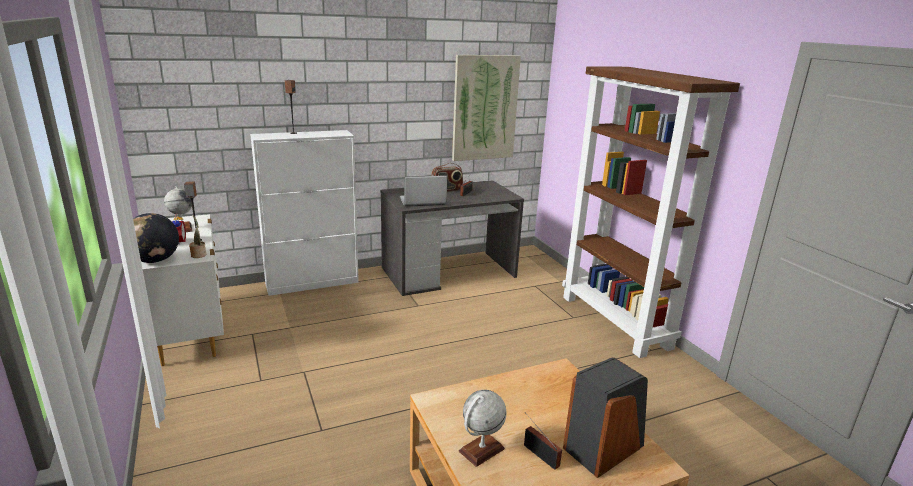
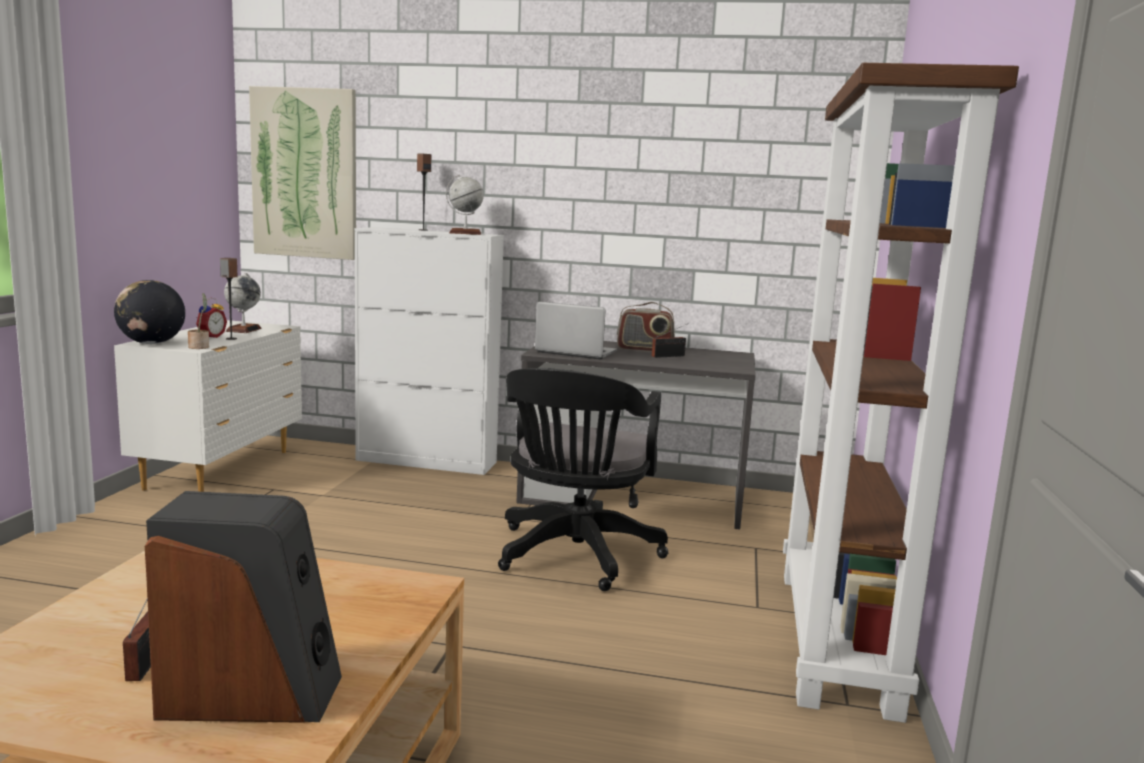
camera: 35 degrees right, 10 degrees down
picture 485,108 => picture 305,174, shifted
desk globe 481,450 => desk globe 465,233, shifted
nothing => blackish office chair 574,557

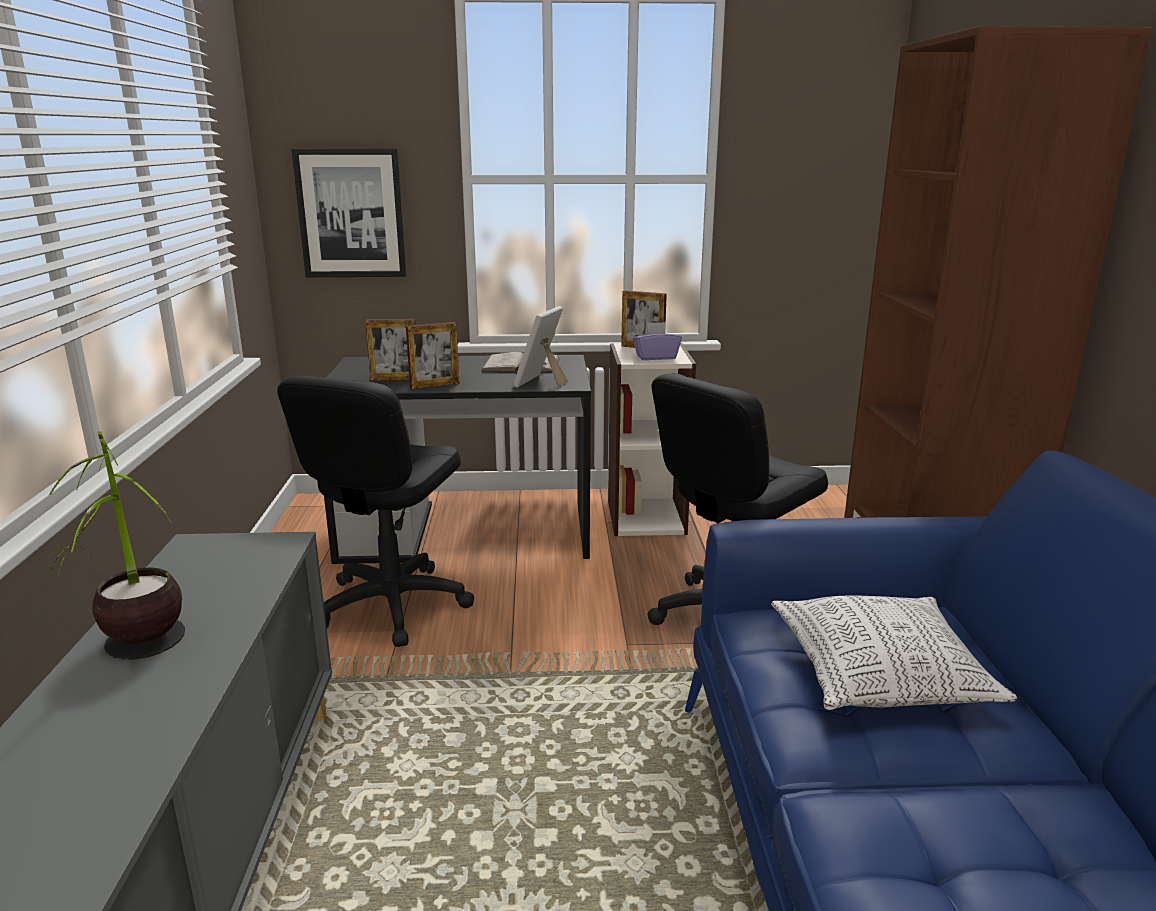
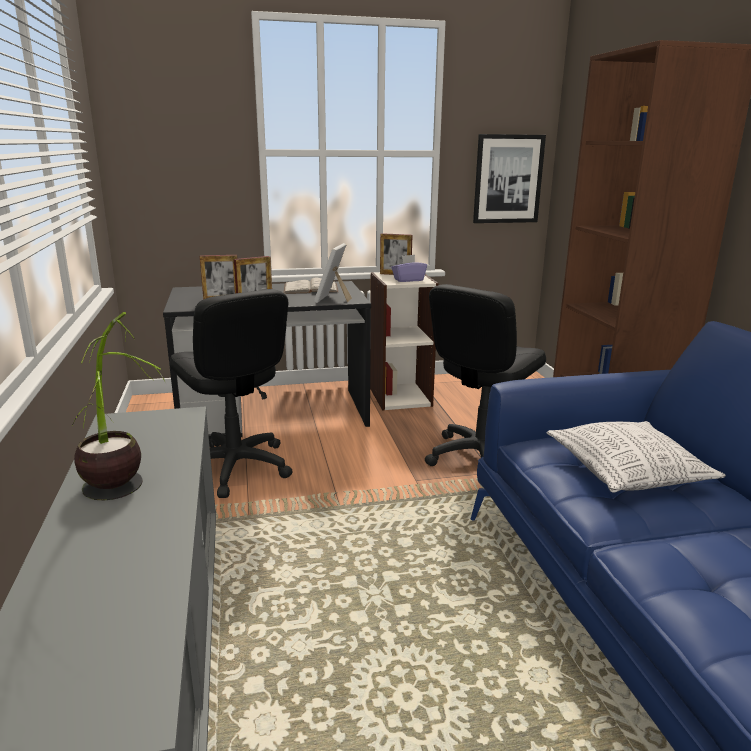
camera: 10 degrees left, 0 degrees up
picture 351,213 => picture 508,179, shifted
blackish office chair 391,605 => blackish office chair 235,467, 45 degrees counterclockwise

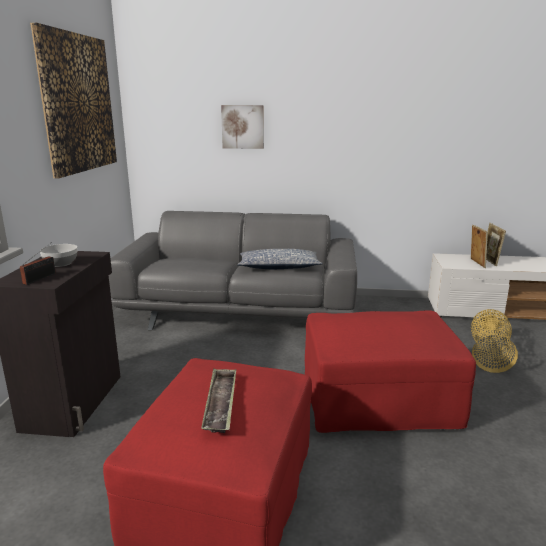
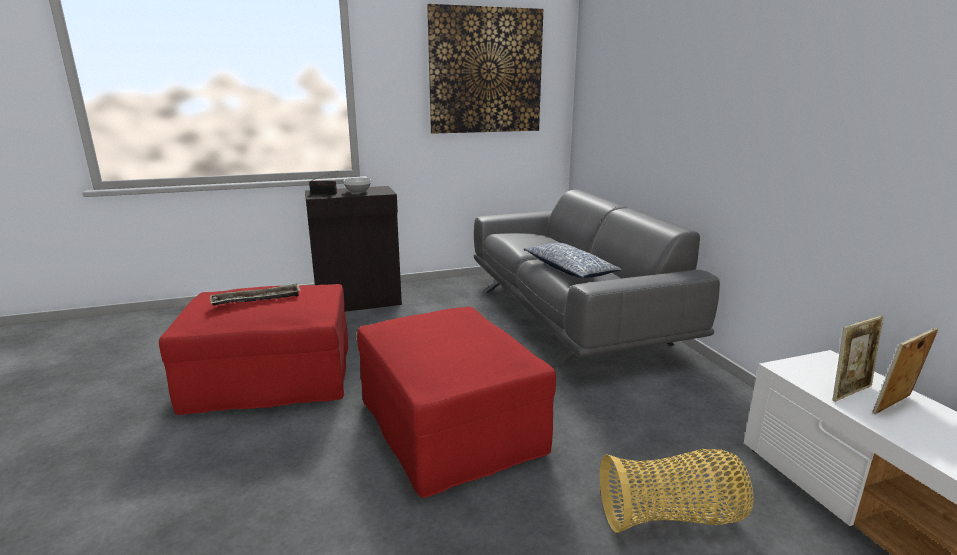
camera: 65 degrees right, 0 degrees up
picture 243,127 => nothing

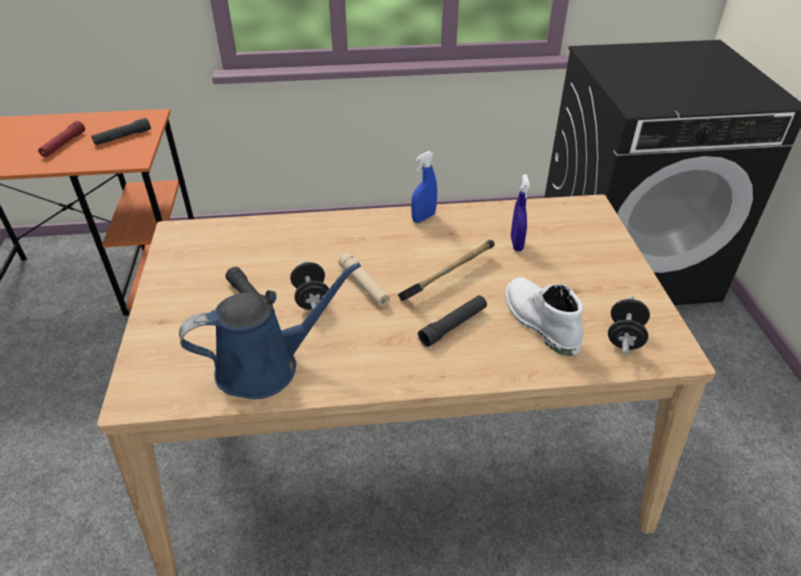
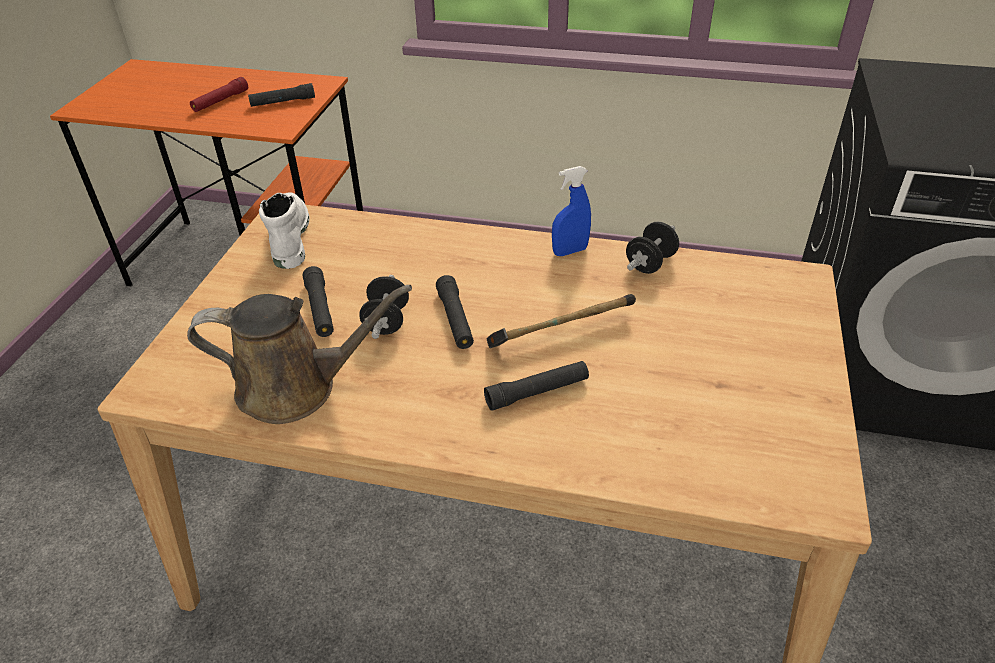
camera: 20 degrees right, 0 degrees up
blue-coloured sprayer 516,243 => nothing
beige-coloured torch 364,286 => blackish torch 455,319
blue-coloured watering can 265,366 => brownish watering can 296,388
whitish high-top boot 539,322 => whitish high-top boot 288,238, shifted
blackish dumbbell 624,337 => blackish dumbbell 650,263, shifted

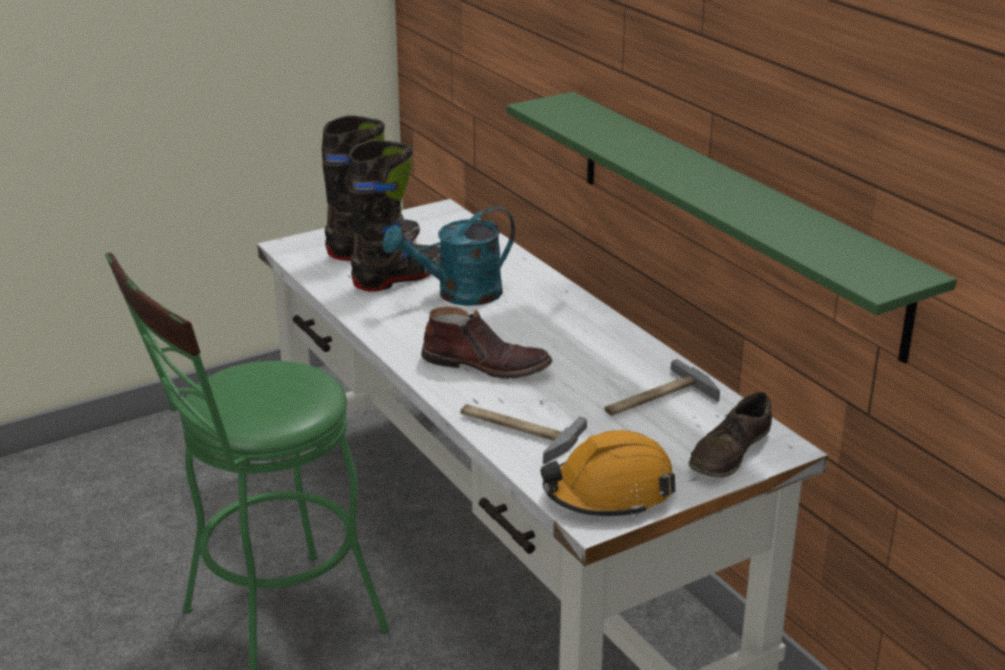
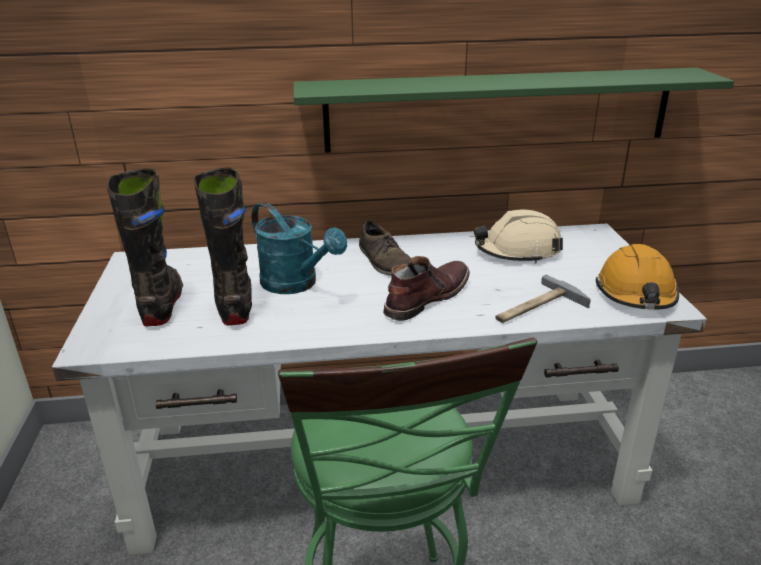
camera: 65 degrees left, 0 degrees up
blue-green watering can 458,294 => blue-green watering can 296,284, 45 degrees counterclockwise
hammer 657,399 => beige-coloured hard hat 518,251
brownish item of footwear 729,452 => brownish item of footwear 386,262, shifted

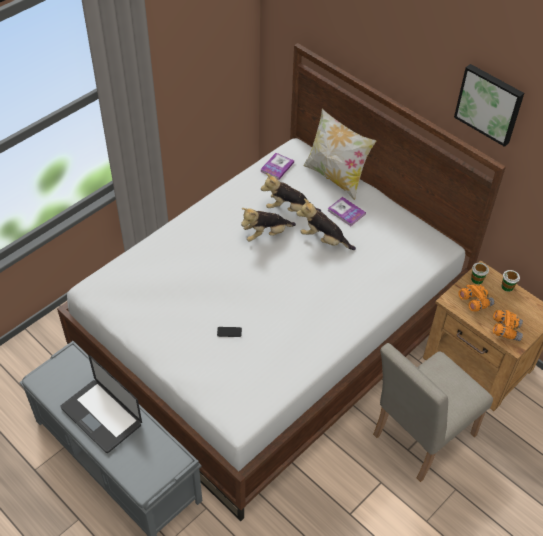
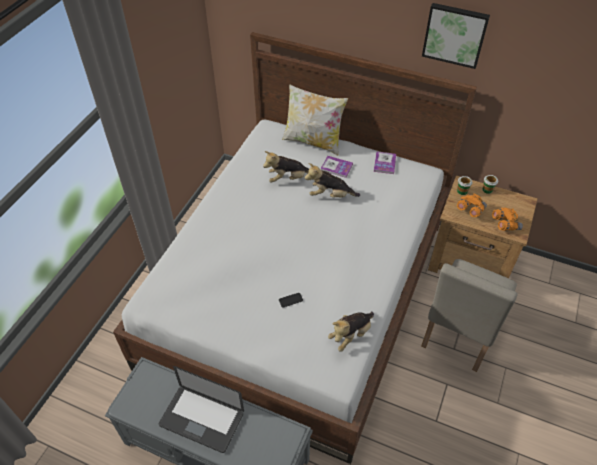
camera: 20 degrees left, 0 degrees up
book 277,167 => book 384,163, shifted
plush toy 266,234 => plush toy 351,335, shifted

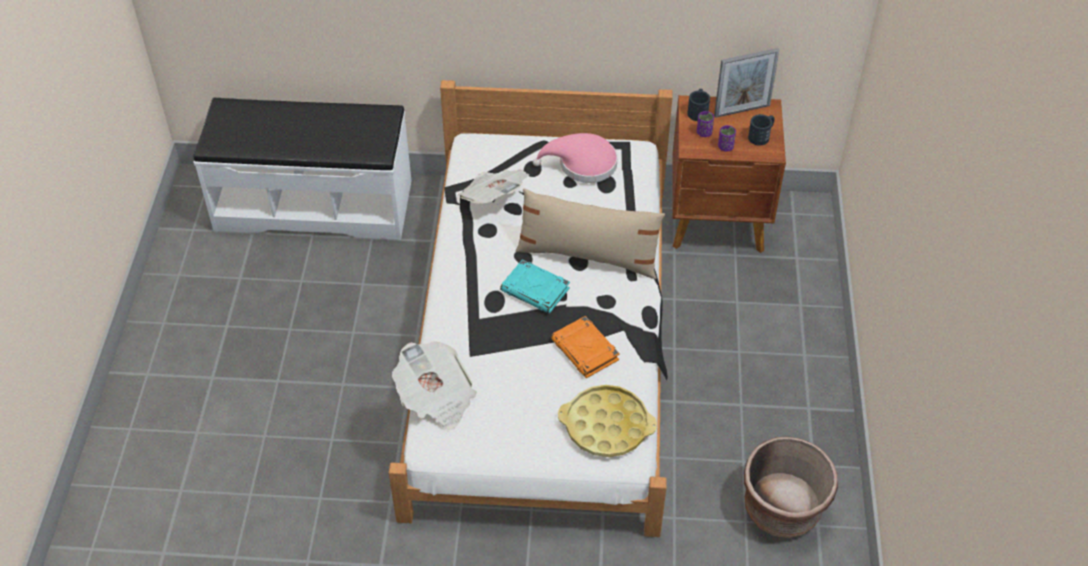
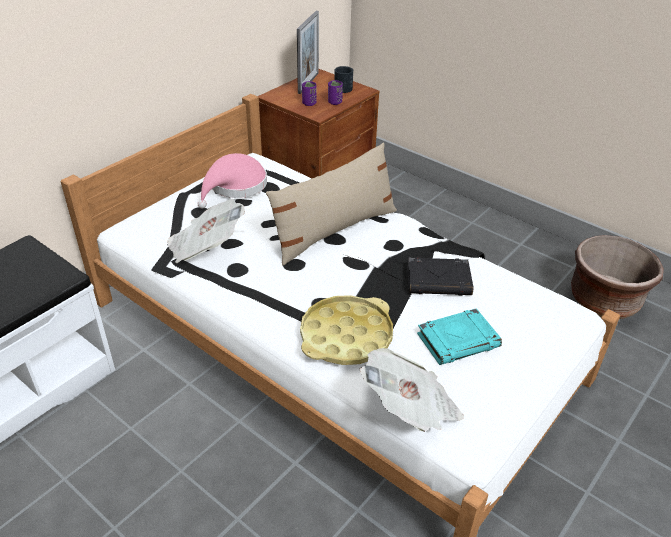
camera: 55 degrees left, 10 degrees down
blackish coffee mug 698,111 => nothing
blue-green book 536,290 => blue-green book 458,340, shifted
orange-coloured book 585,350 => blackish book 439,281
yellow tray 606,426 => yellow tray 346,336, shifted

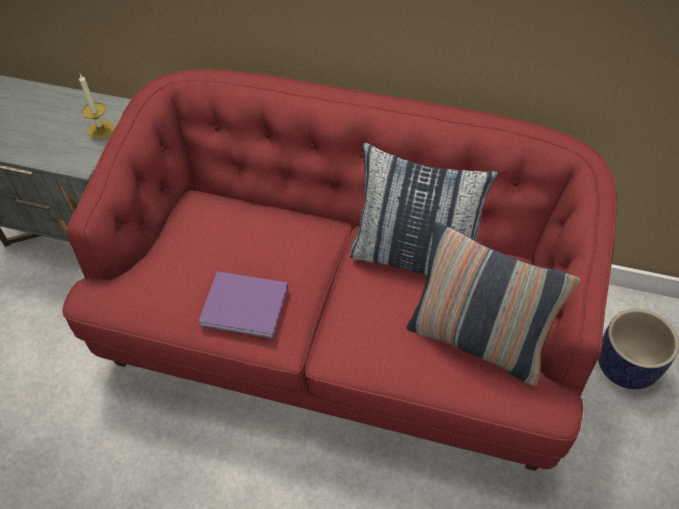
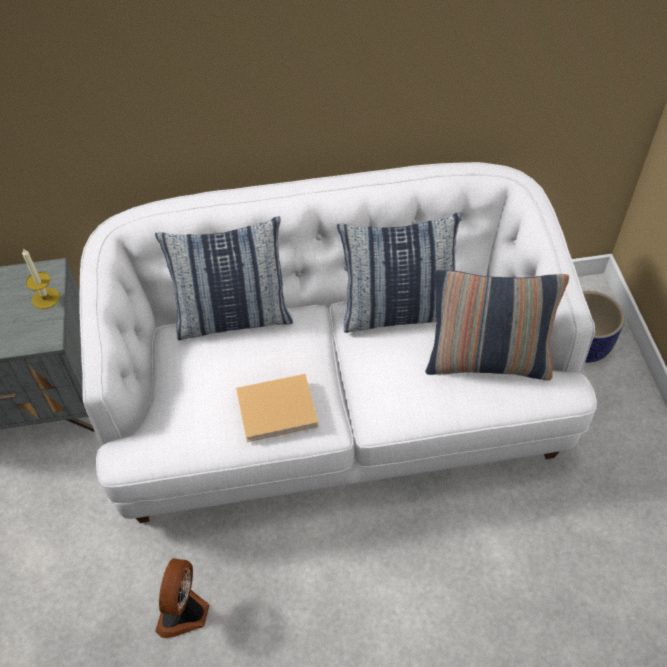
camera: 25 degrees left, 0 degrees up
red couch 342,332 => whitish couch 336,409
purple-coloured book 247,307 => beige-coloured book 279,409
nothing => throw pillow 233,318
nothing => cooling fan 184,612

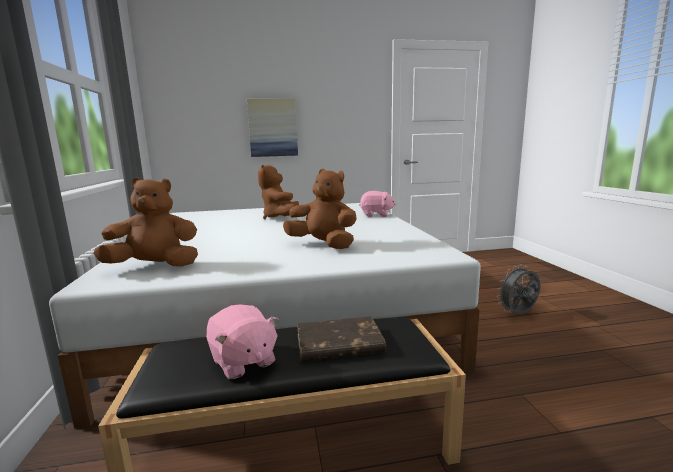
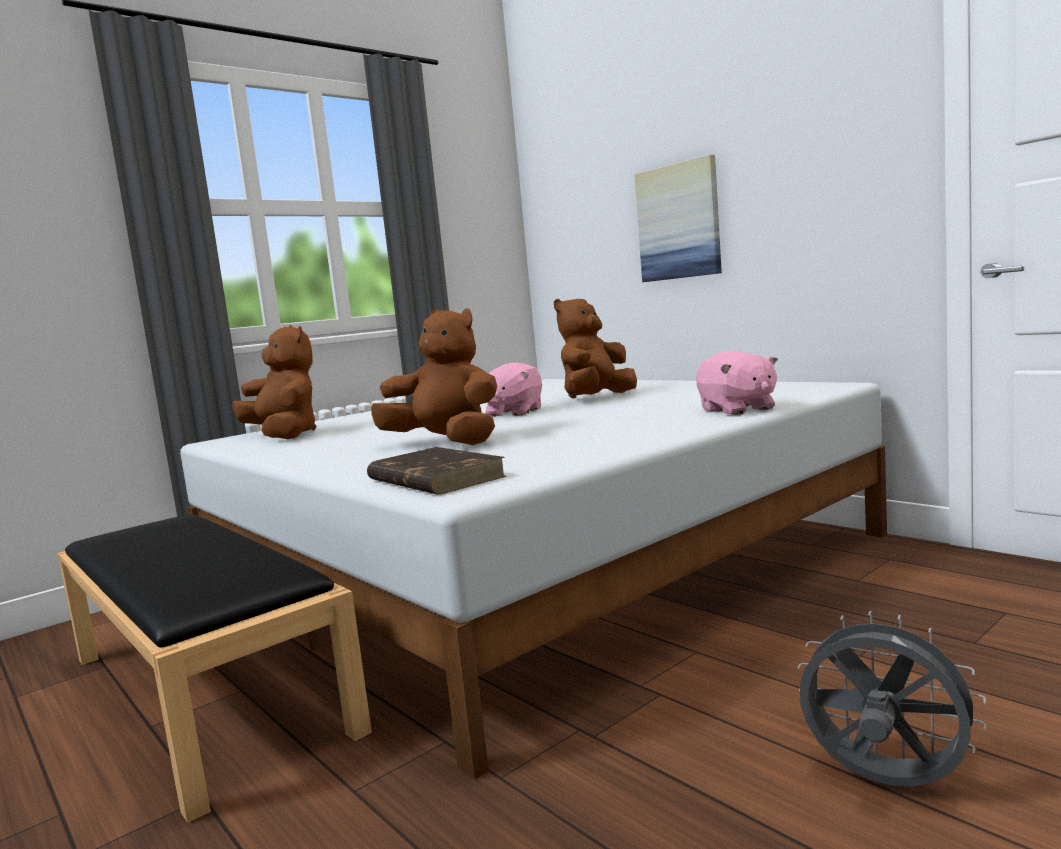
camera: 60 degrees right, 5 degrees down
brownish plush toy 323,245 => brownish plush toy 445,443, 60 degrees counterclockwise
pinkish plush toy 243,361 => pinkish plush toy 513,412, shifted
brownish book 338,344 => brownish book 434,478, shifted

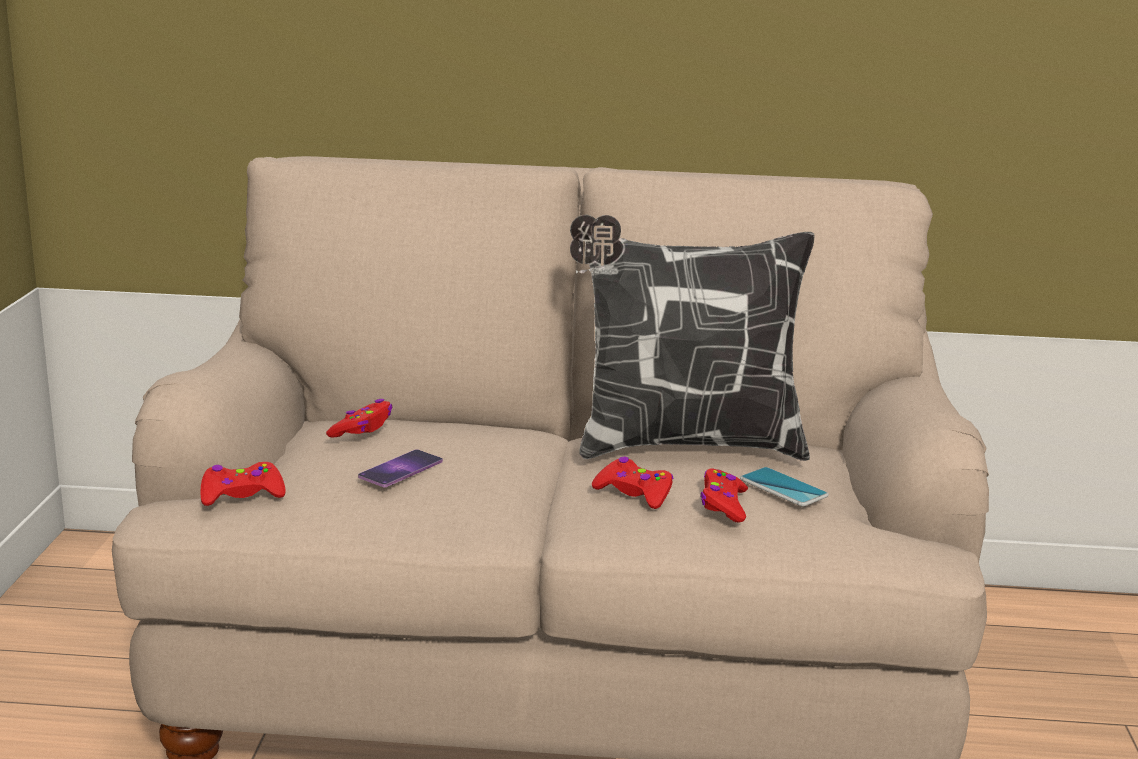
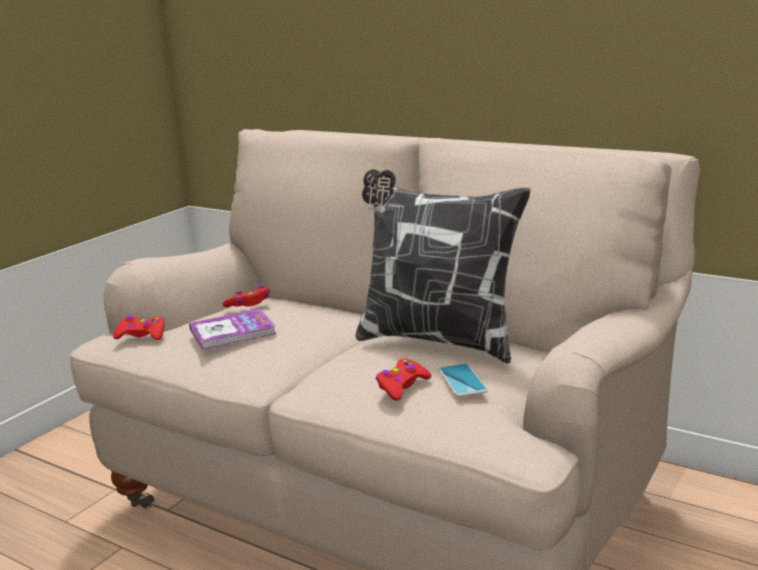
camera: 30 degrees right, 0 degrees up
telephone 400,469 => book 232,331
red gamepad 634,493 => nothing

